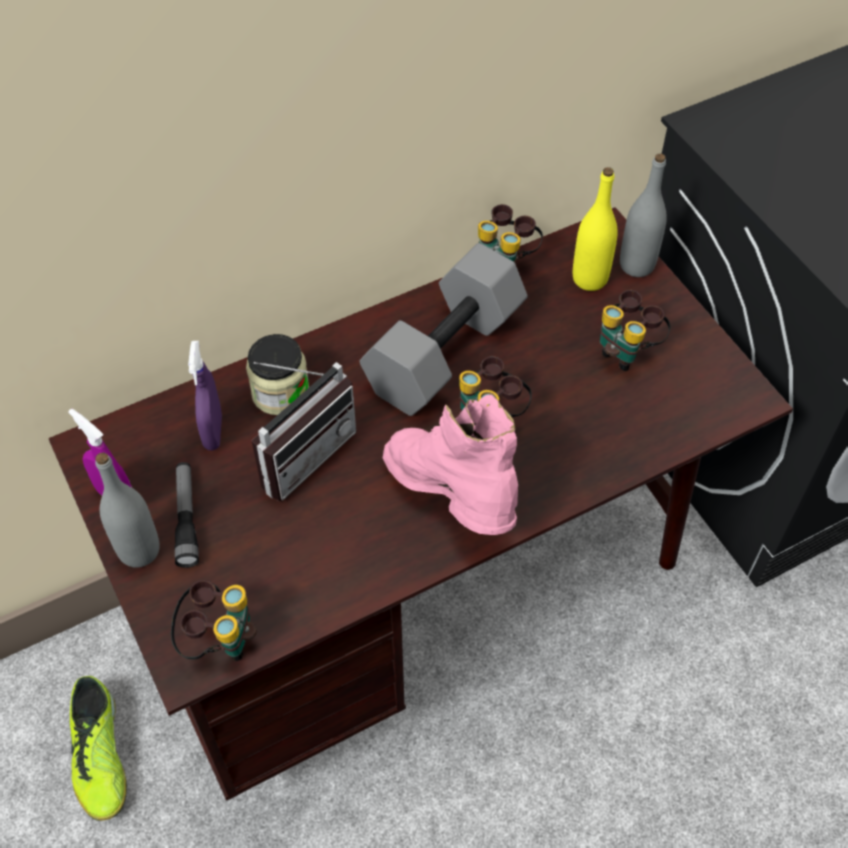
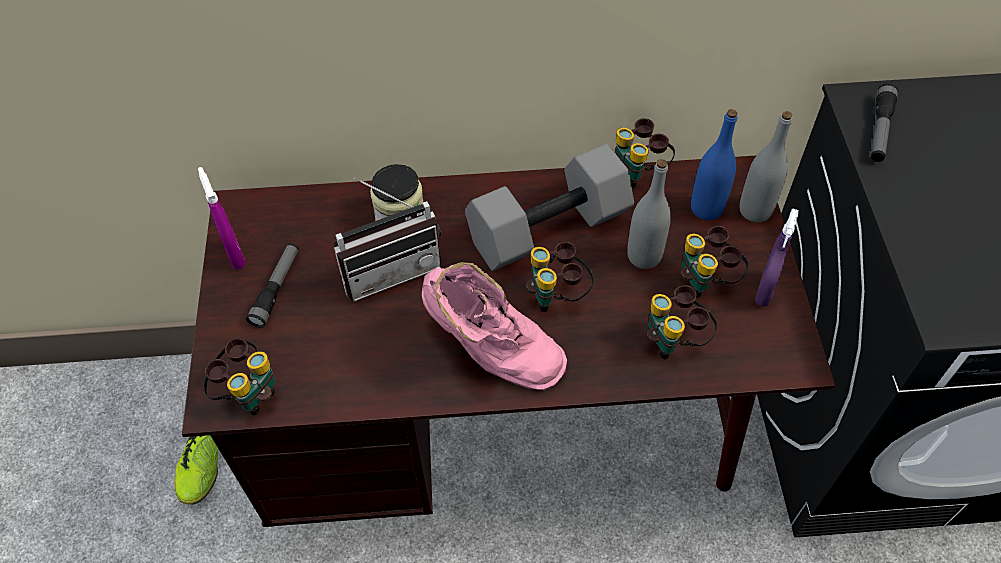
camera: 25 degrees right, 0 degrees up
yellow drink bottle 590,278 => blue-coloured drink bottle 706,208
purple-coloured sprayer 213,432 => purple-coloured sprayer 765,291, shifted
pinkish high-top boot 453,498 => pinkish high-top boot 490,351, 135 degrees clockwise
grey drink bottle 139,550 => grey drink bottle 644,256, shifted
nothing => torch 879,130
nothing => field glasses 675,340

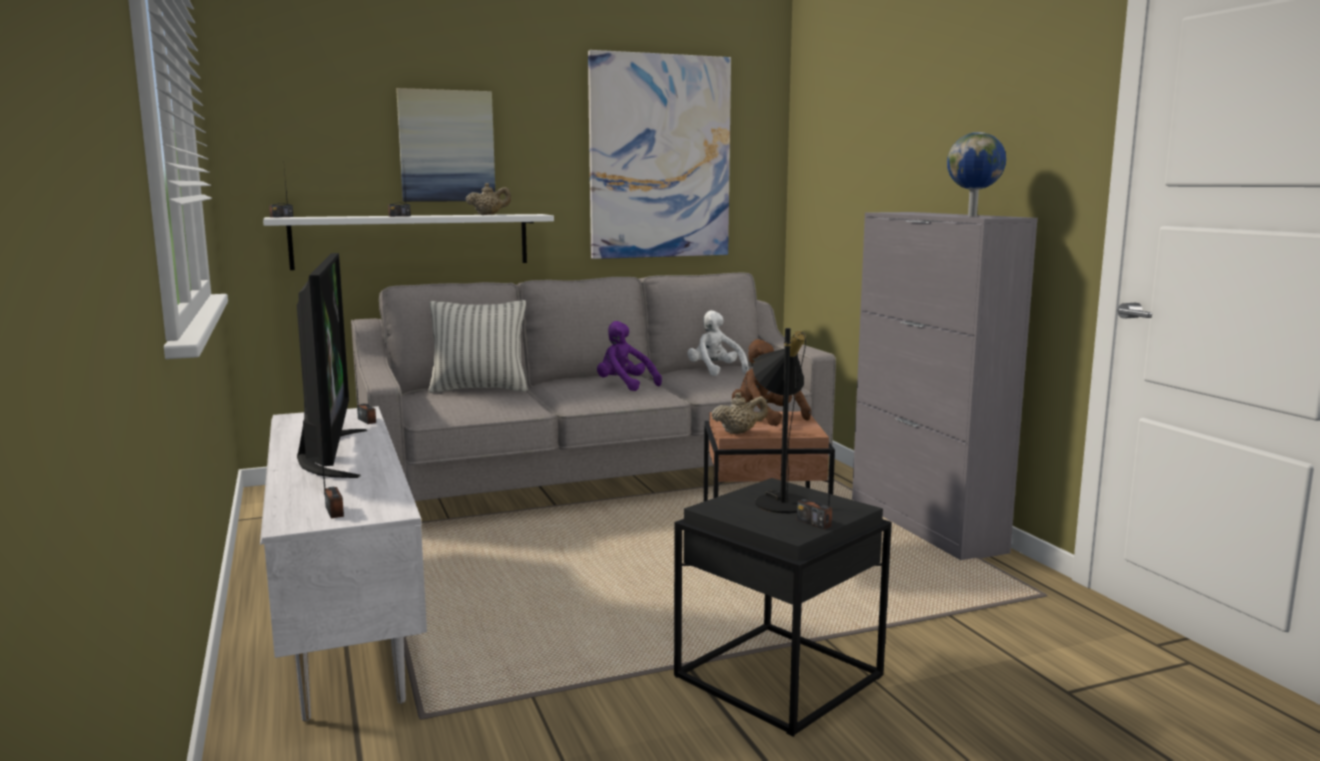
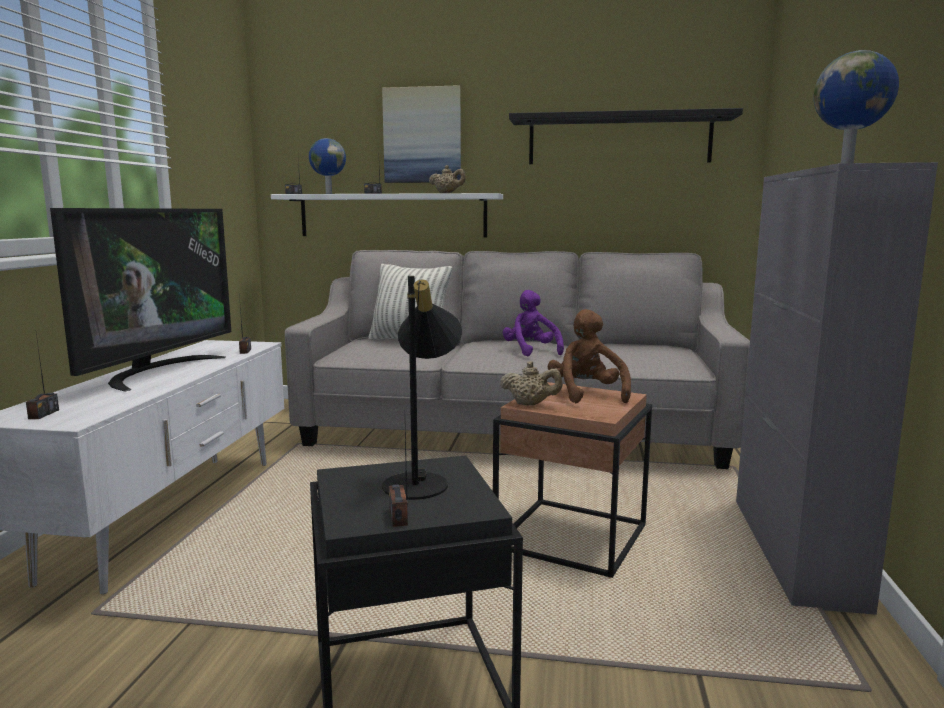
camera: 30 degrees right, 0 degrees up
picture 659,157 => blackish shelf 619,140
whitish plush toy 715,371 => nothing
nothing => desk globe 328,193

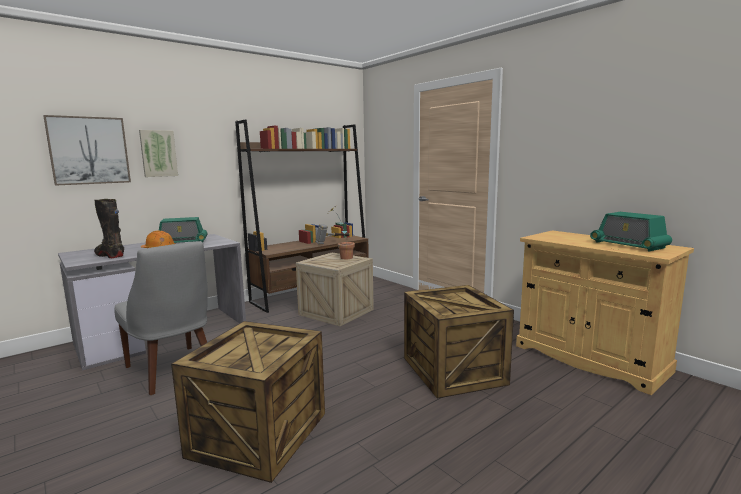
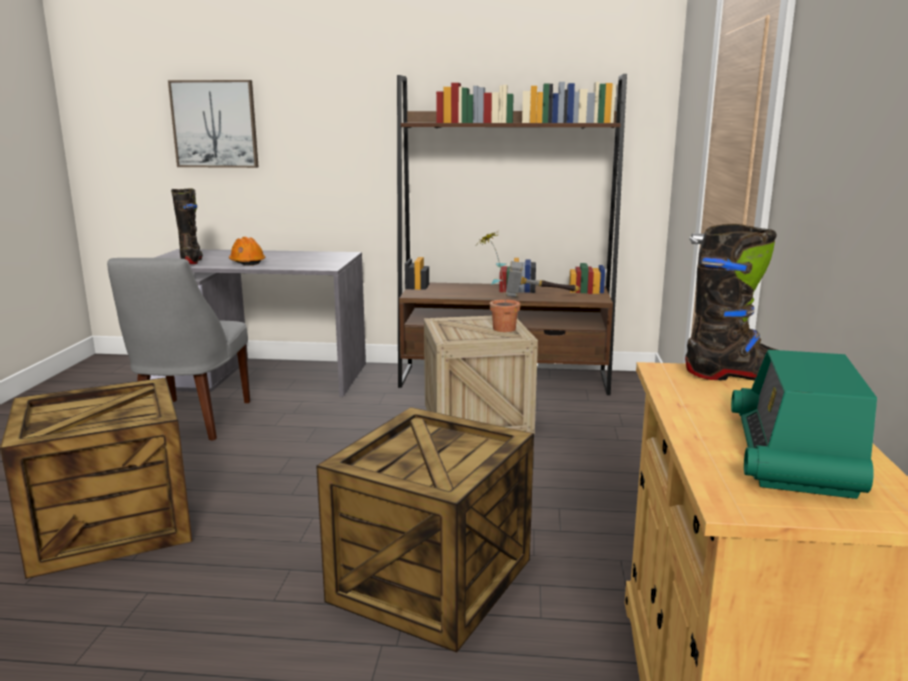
camera: 45 degrees right, 5 degrees up
picture 158,153 => nothing
radio set 181,242 => nothing
nothing => blackish high-top boot 739,375

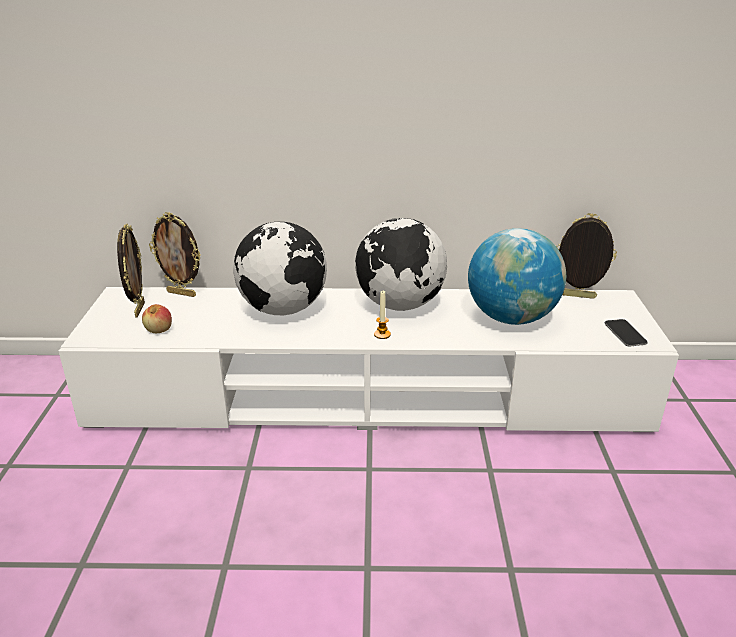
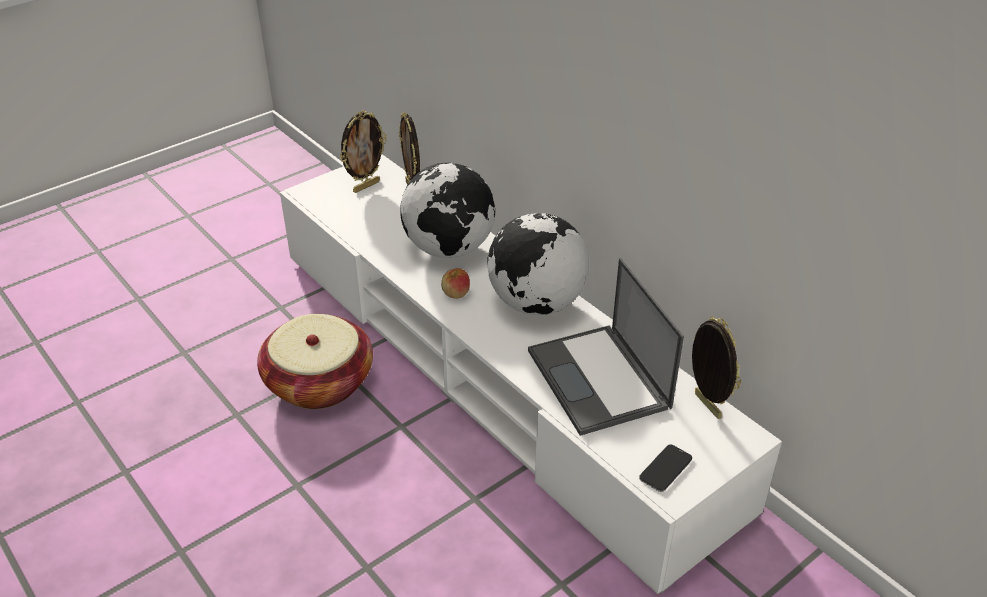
camera: 50 degrees right, 10 degrees up
desk globe 511,318 => portable computer 599,380
wax candle 382,334 => nothing
apple 159,330 => apple 456,293, shifted
nothing => storage basket 319,383

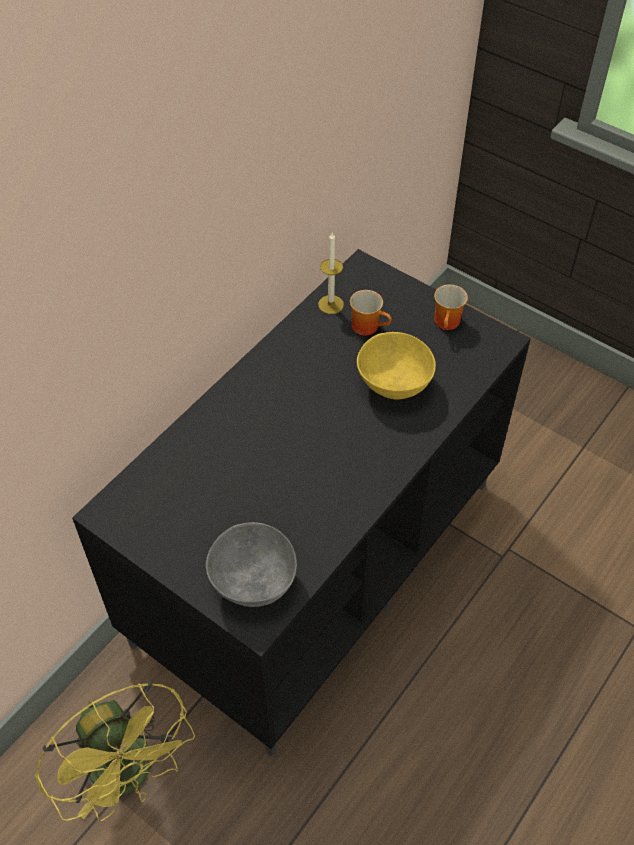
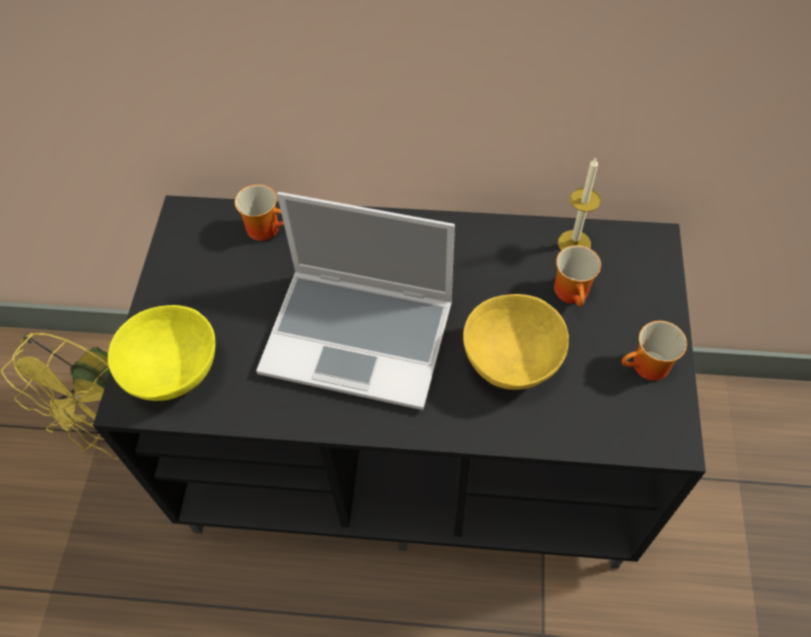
camera: 60 degrees right, 5 degrees up
grey deep dish 253,583 => yellow deep dish 171,372
nothing => coffee mug 267,227
nothing => portable computer 361,337

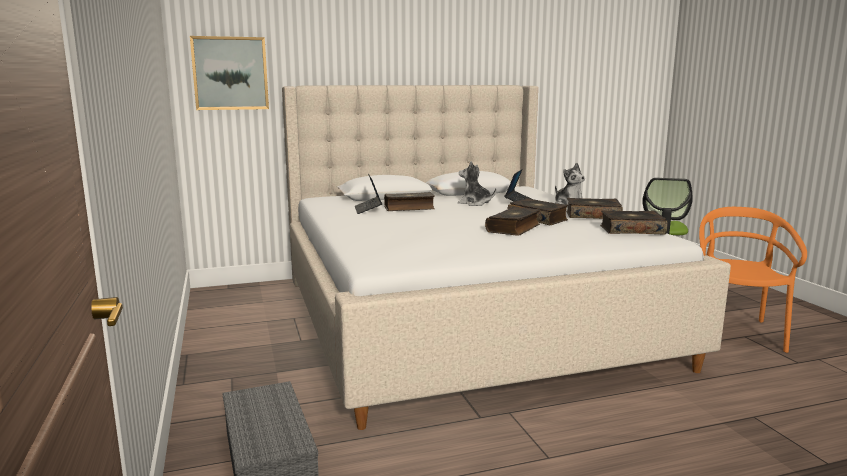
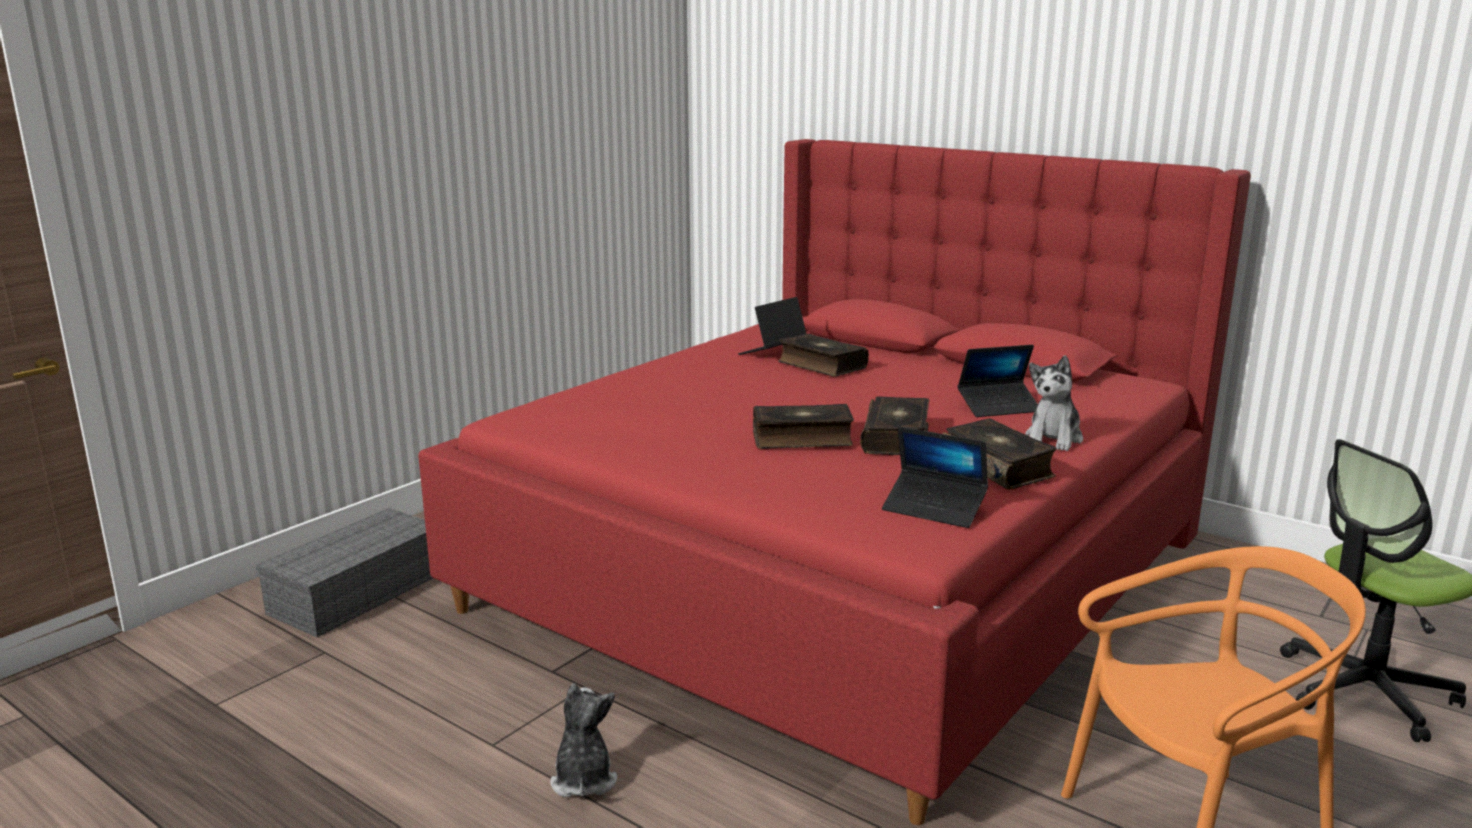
camera: 55 degrees right, 5 degrees up
picture 230,73 => nothing
beige-coloured sleeping bed 464,318 => red sleeping bed 845,571
plush toy 475,203 => plush toy 583,779, shifted
book 631,230 => portable computer 934,508

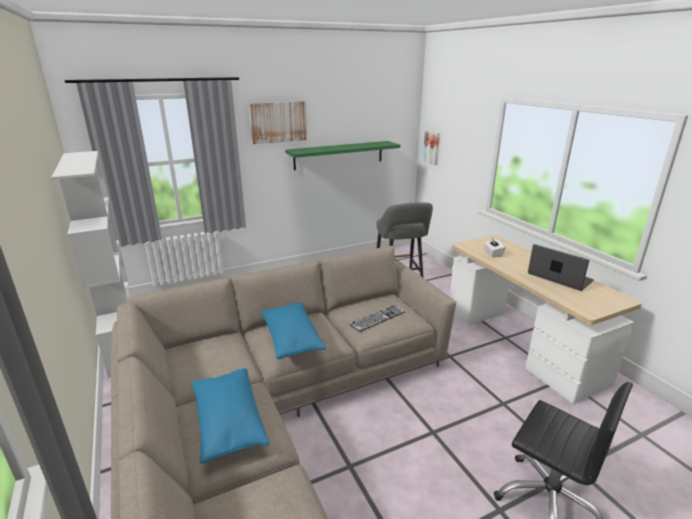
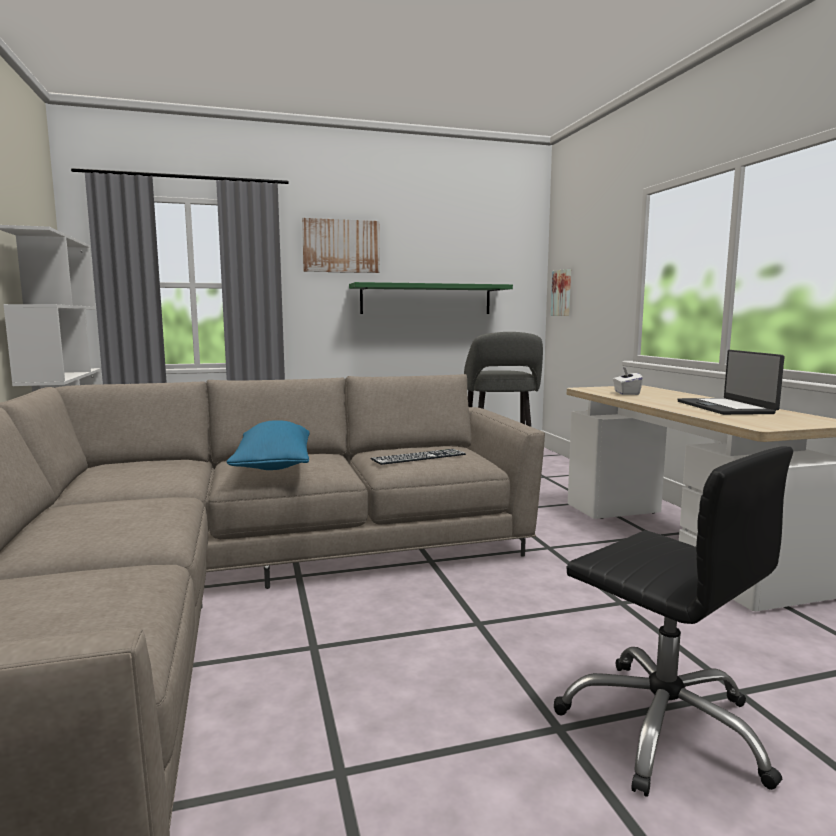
camera: 10 degrees right, 15 degrees down
portable computer 559,278 => portable computer 726,407, 150 degrees counterclockwise
blue-coloured throw pillow 228,423 => nothing

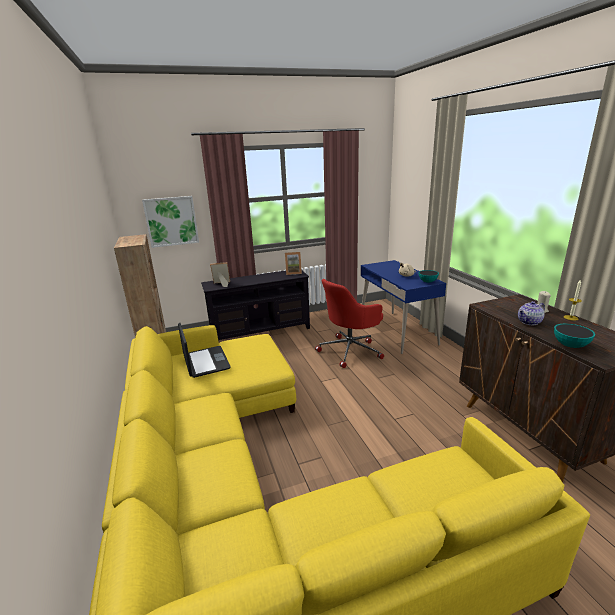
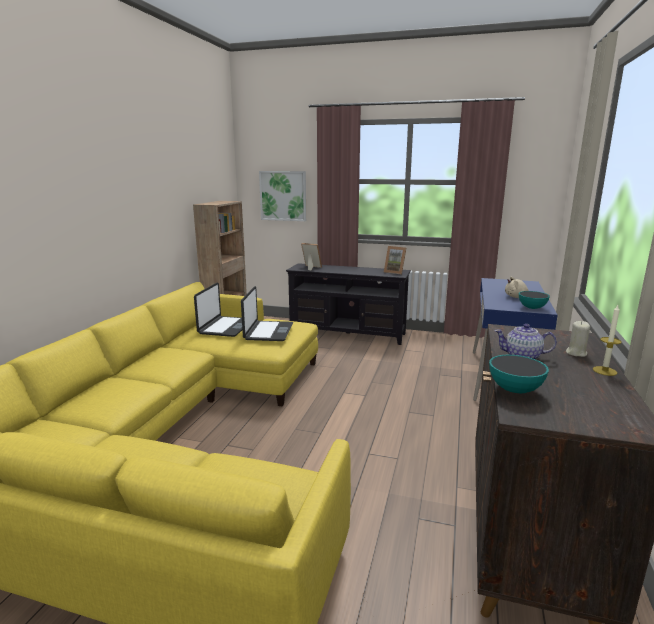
camera: 35 degrees right, 5 degrees down
red office chair 350,350 => nothing
nothing => portable computer 268,332

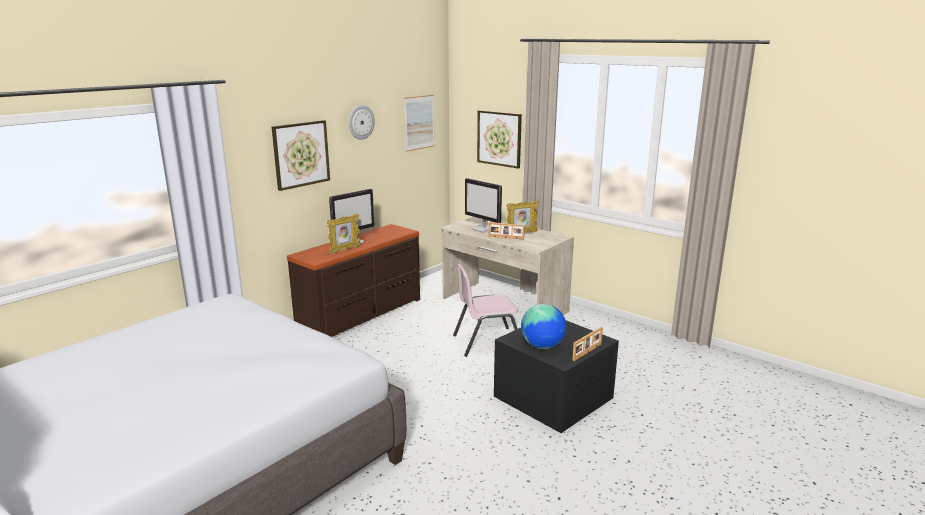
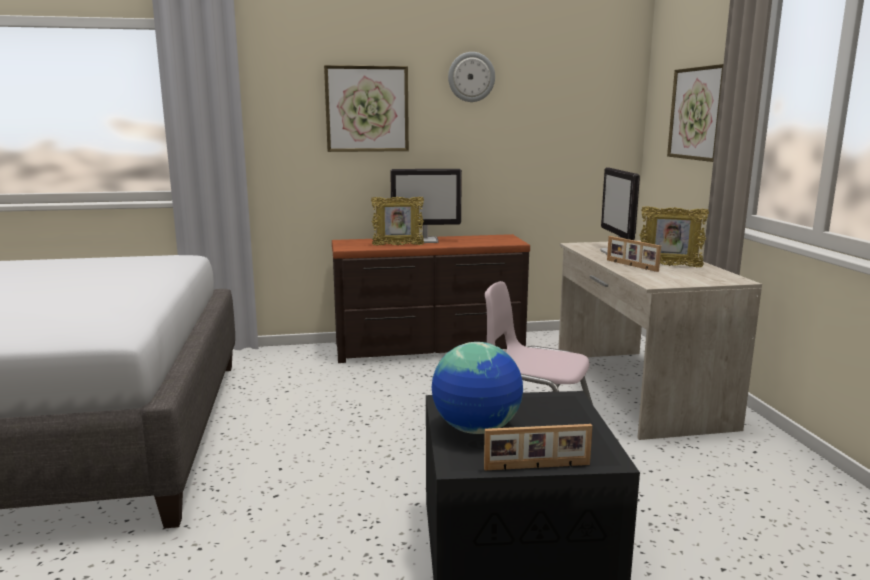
camera: 40 degrees right, 5 degrees down
picture 419,122 => nothing

